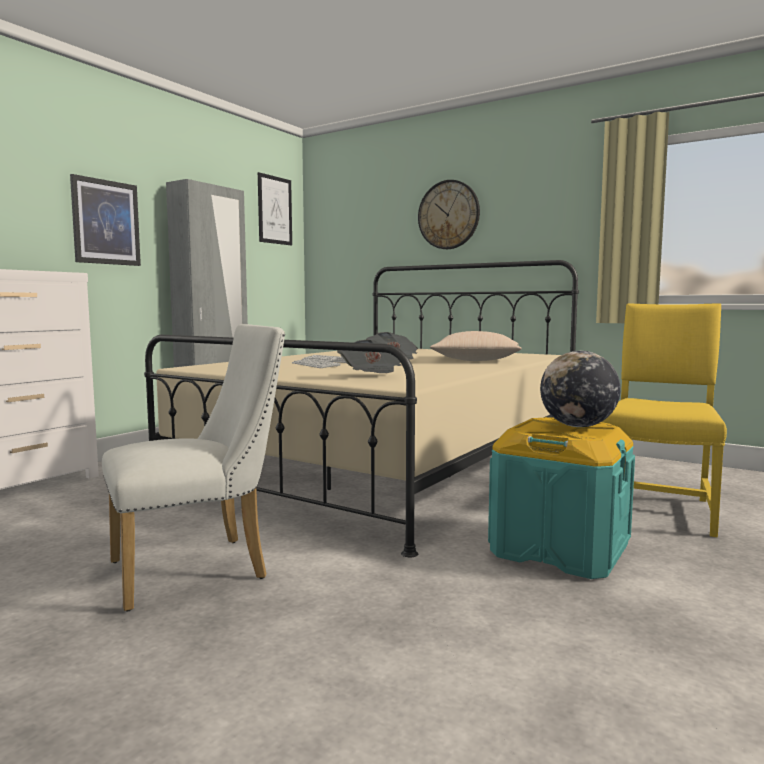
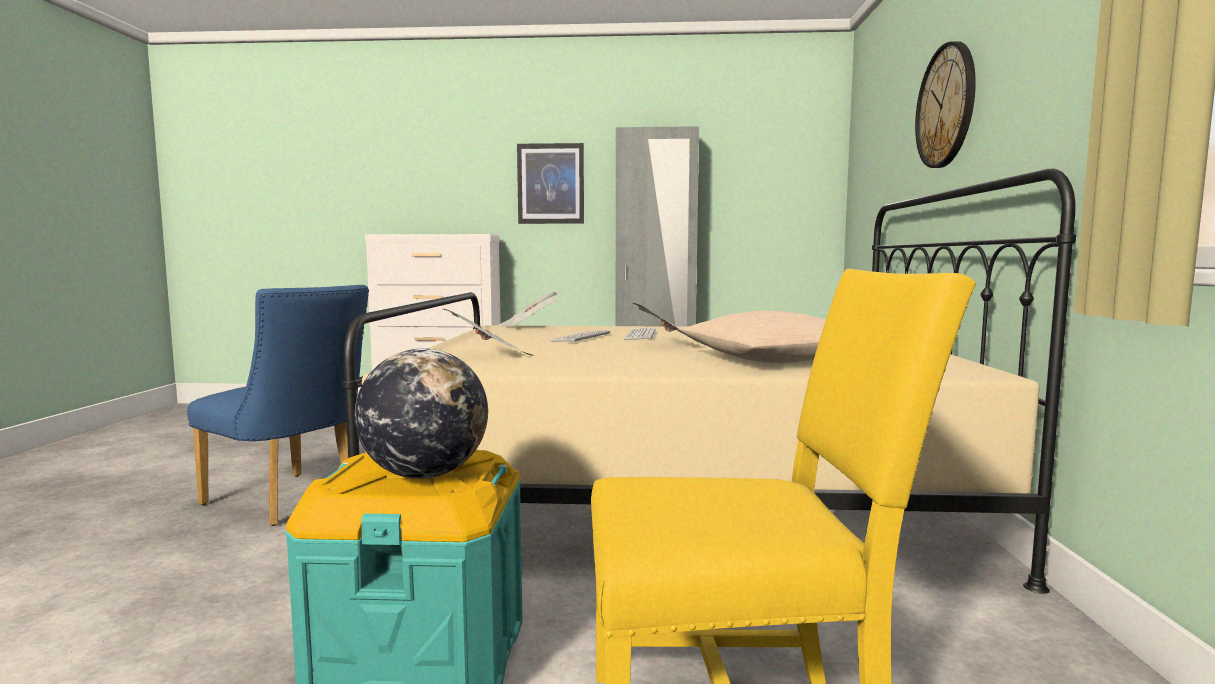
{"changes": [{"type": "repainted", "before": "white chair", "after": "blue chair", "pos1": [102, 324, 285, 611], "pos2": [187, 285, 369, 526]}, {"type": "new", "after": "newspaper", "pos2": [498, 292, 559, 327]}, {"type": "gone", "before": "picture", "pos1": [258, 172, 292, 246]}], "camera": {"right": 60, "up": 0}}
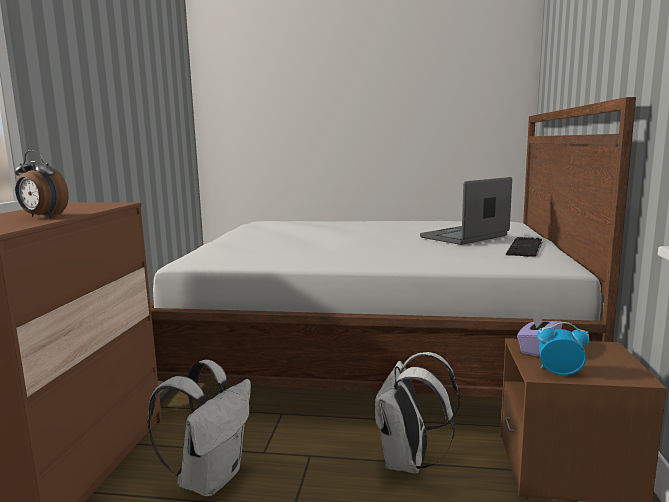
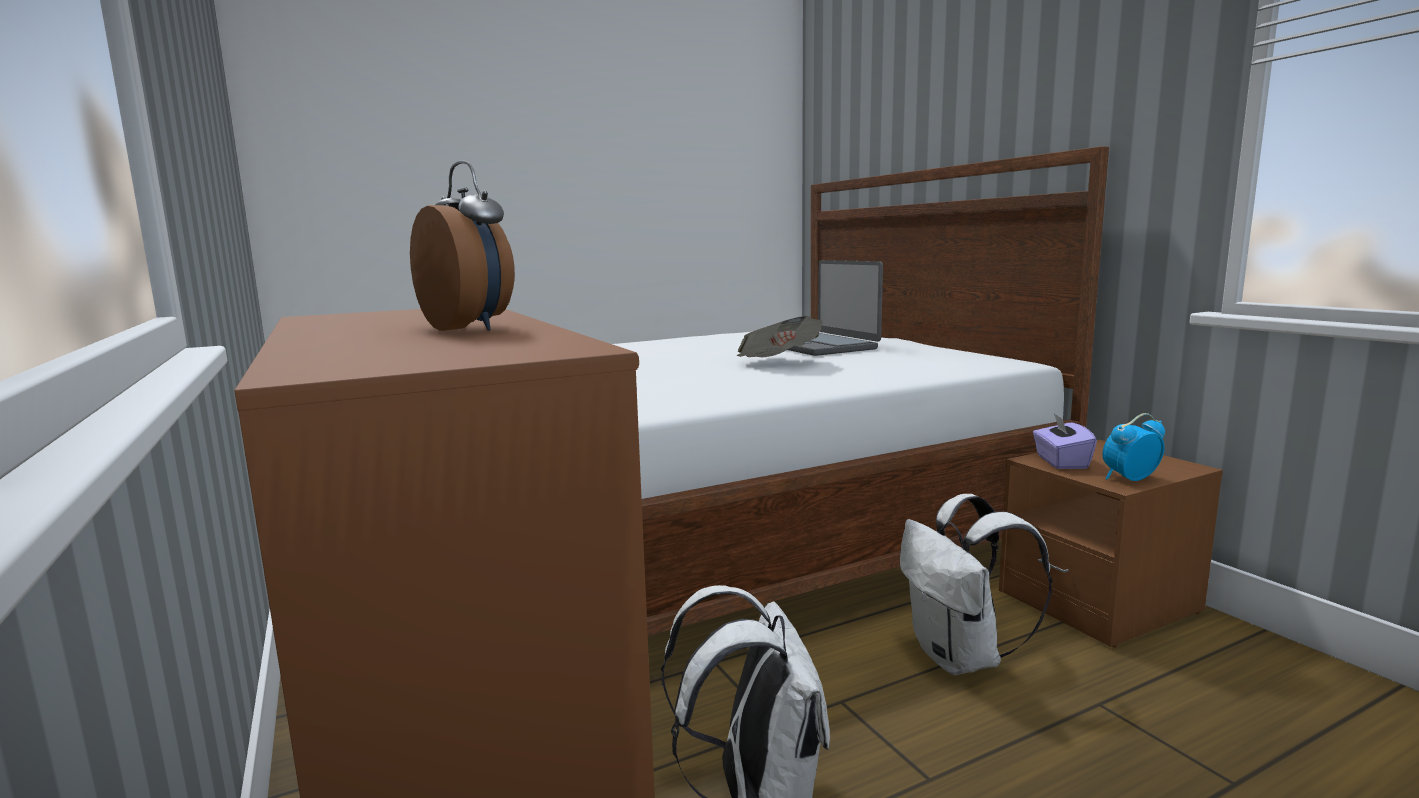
{"changes": [{"type": "rotated", "before": "alarm clock", "pos1": [15, 150, 69, 218], "pos2": [410, 161, 515, 331], "turn": -120}, {"type": "new", "after": "newspaper", "pos2": [737, 316, 823, 357]}, {"type": "rotated", "before": "laptop", "pos1": [420, 177, 512, 245], "pos2": [788, 260, 883, 356], "turn": -45}, {"type": "gone", "before": "keyboard", "pos1": [506, 237, 543, 257]}], "camera": {"right": -35, "up": 0}}
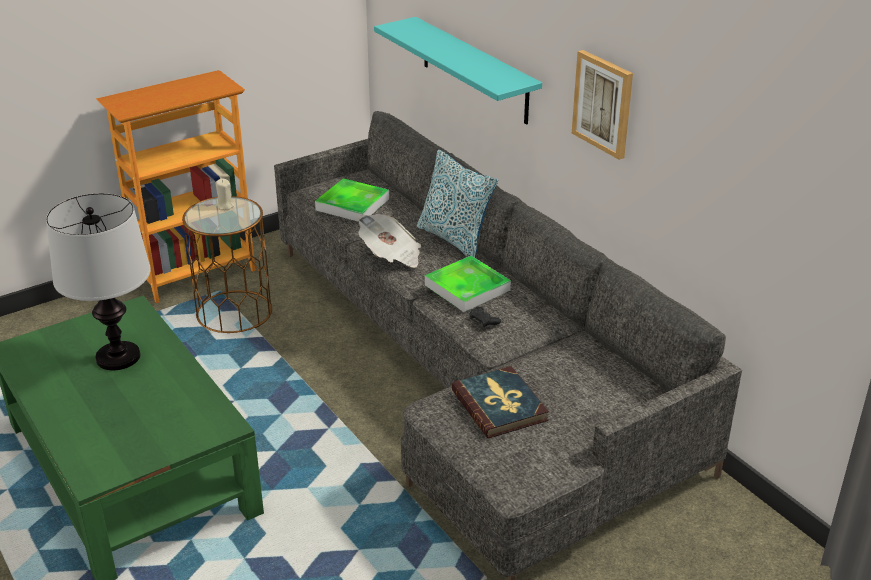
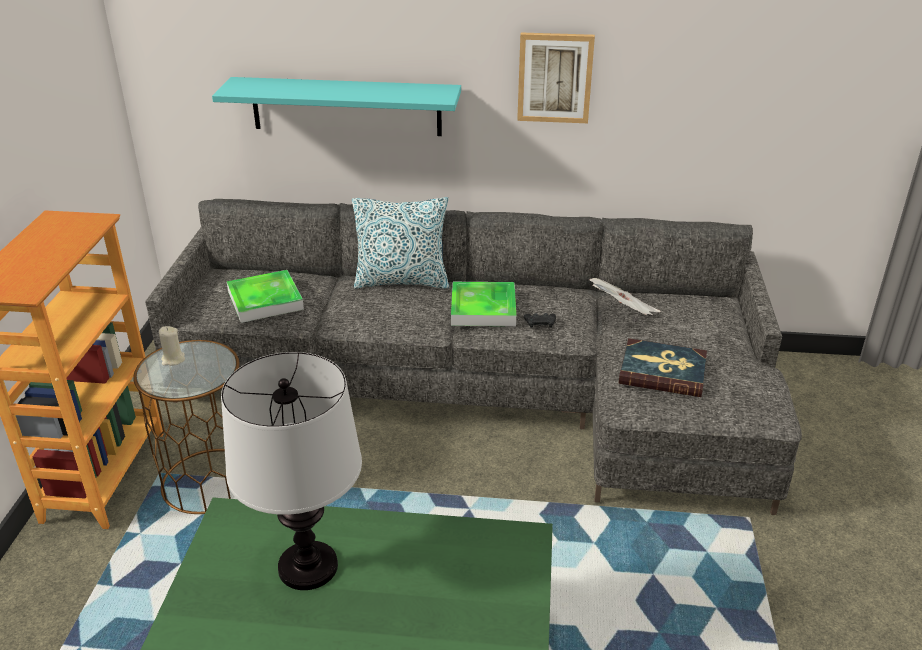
{"changes": [{"type": "shifted", "before": "newspaper", "pos1": [358, 214, 421, 268], "pos2": [590, 278, 661, 315]}], "camera": {"right": -50, "up": 0}}
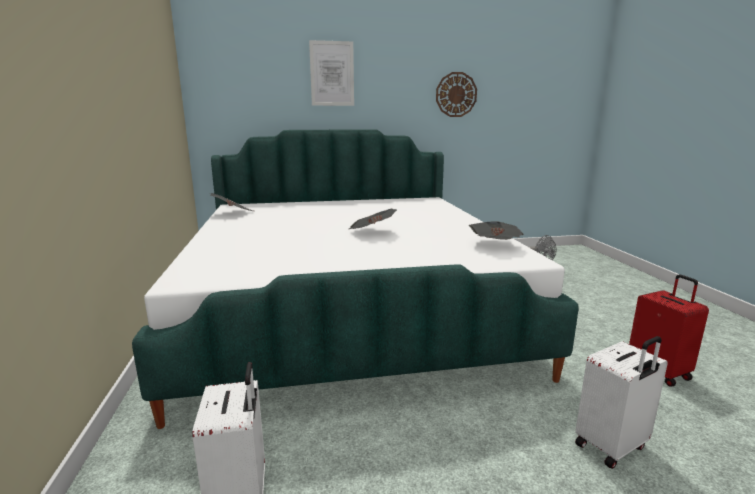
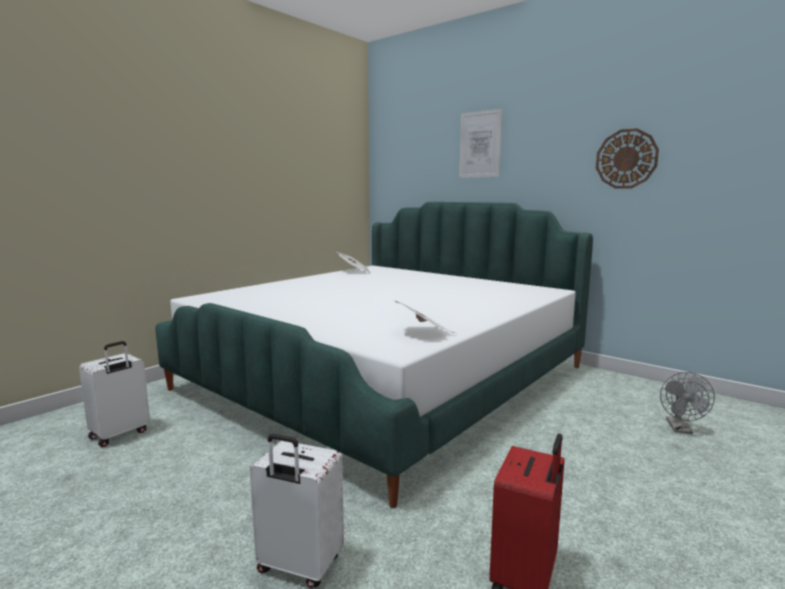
{"changes": [{"type": "gone", "before": "newspaper", "pos1": [349, 209, 397, 229]}], "camera": {"right": 50, "up": -5}}
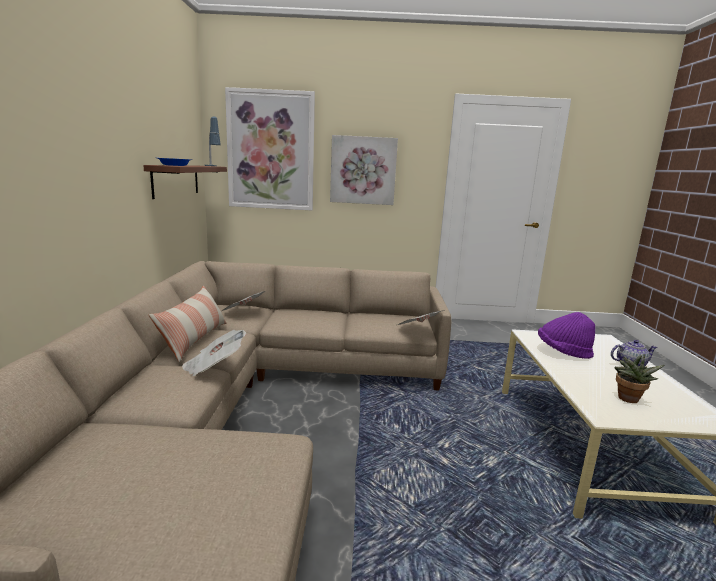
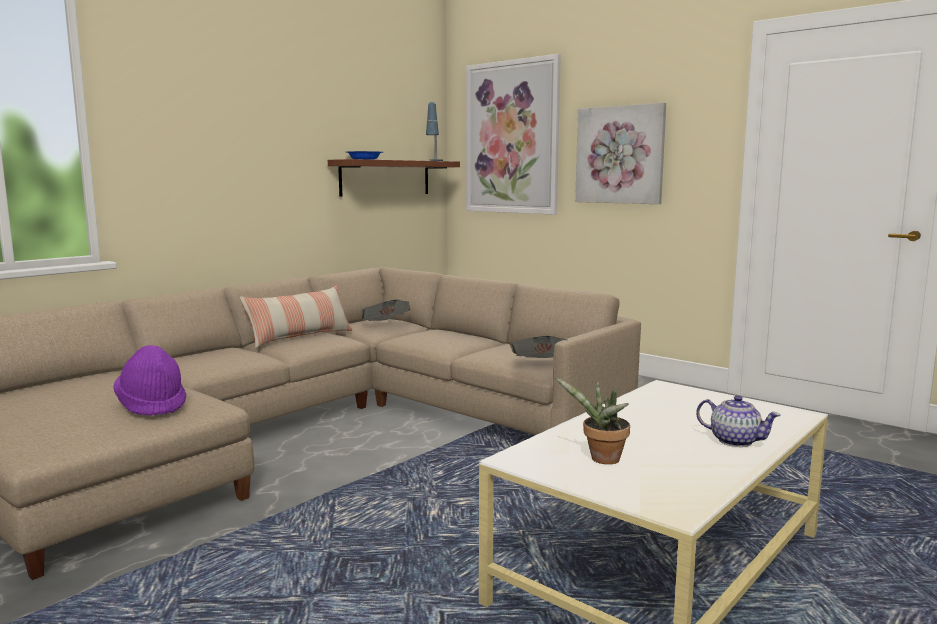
{"changes": [{"type": "shifted", "before": "purple hat", "pos1": [538, 312, 595, 359], "pos2": [113, 345, 186, 416]}, {"type": "gone", "before": "newspaper", "pos1": [182, 330, 246, 376]}], "camera": {"right": 40, "up": -5}}
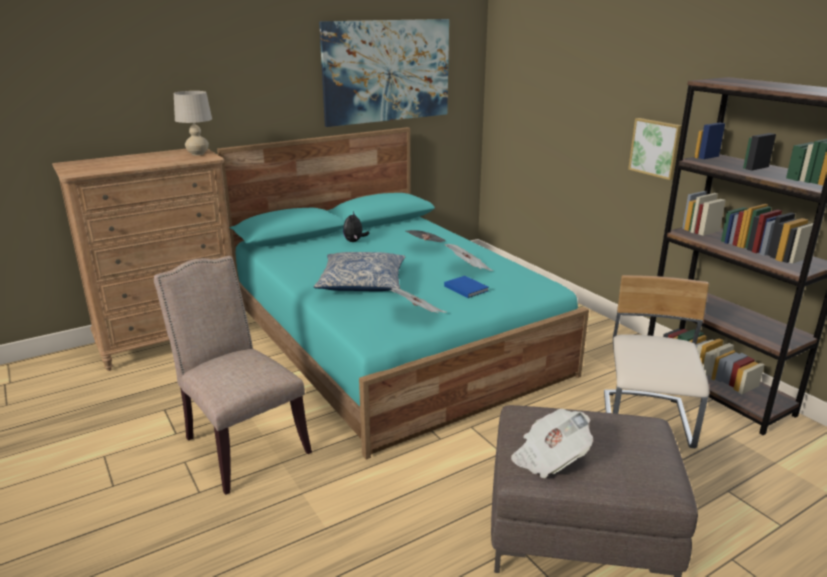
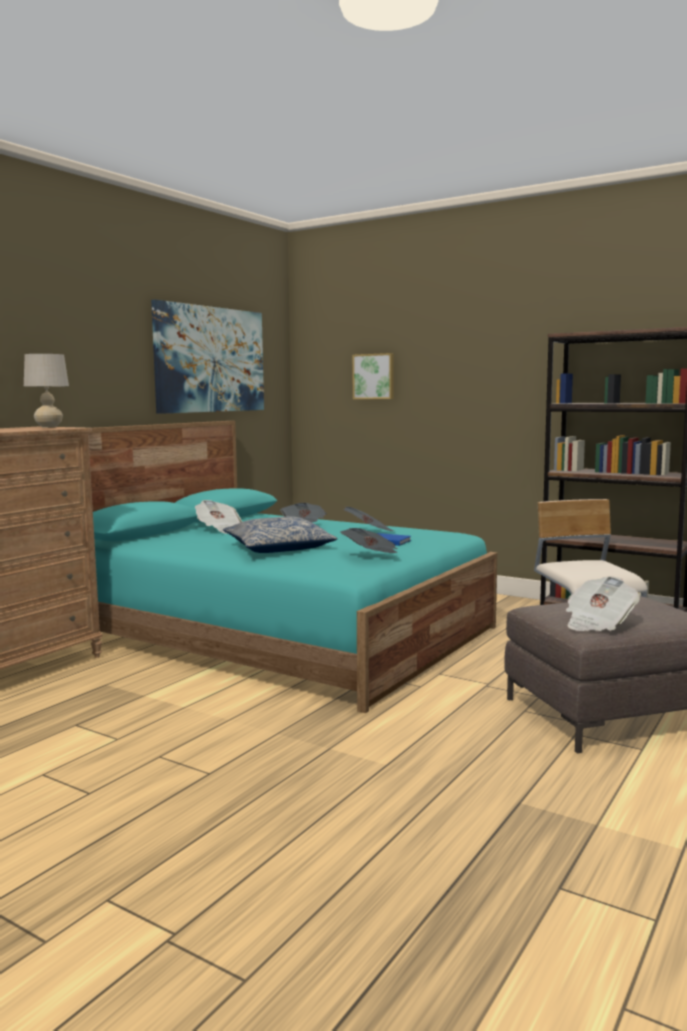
{"changes": [{"type": "swapped", "before": "plush toy", "after": "newspaper", "pos1": [343, 211, 370, 242], "pos2": [195, 500, 242, 534]}, {"type": "shifted", "before": "picture", "pos1": [628, 118, 682, 180], "pos2": [352, 353, 394, 399]}, {"type": "gone", "before": "beige chair", "pos1": [154, 256, 312, 495]}], "camera": {"right": -25, "up": -15}}
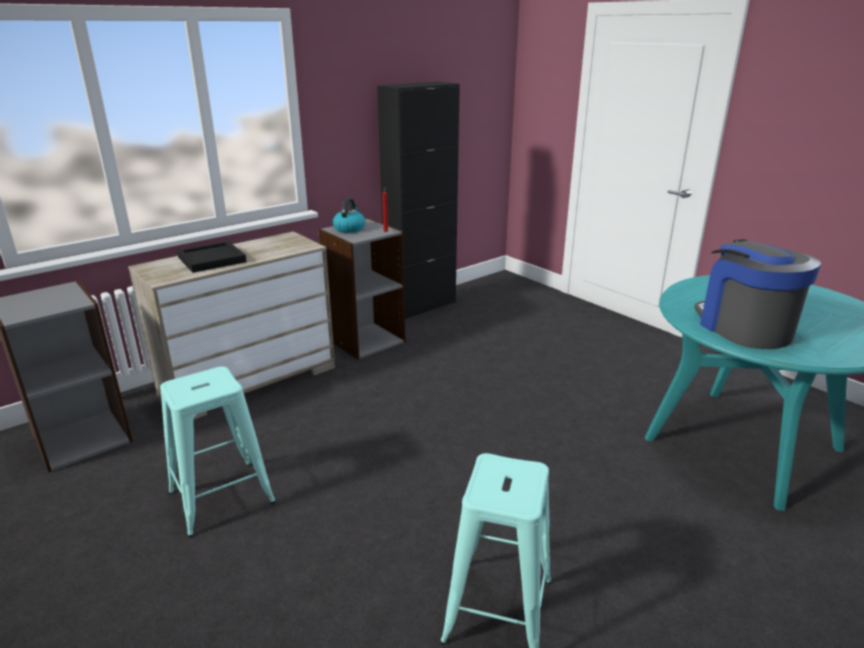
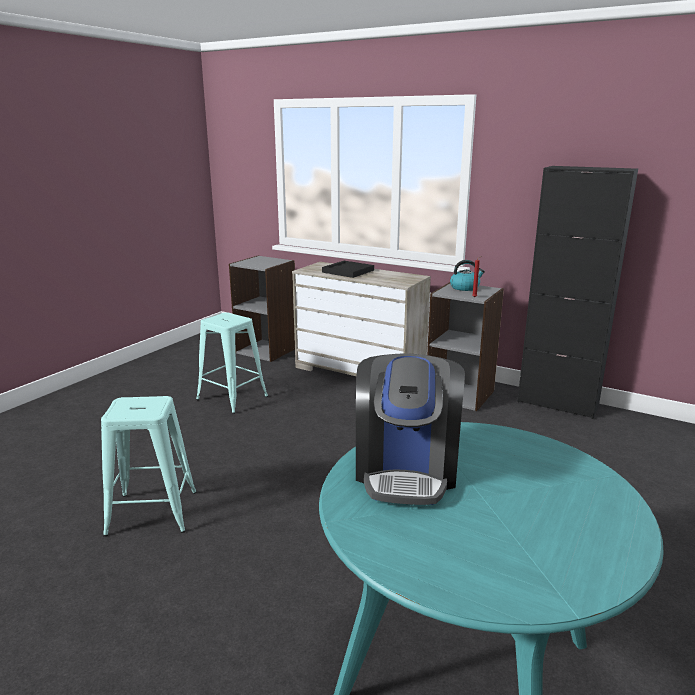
{"changes": [{"type": "rotated", "before": "coffee machine", "pos1": [694, 239, 821, 349], "pos2": [356, 354, 465, 505], "turn": 135}], "camera": {"right": 70, "up": -5}}
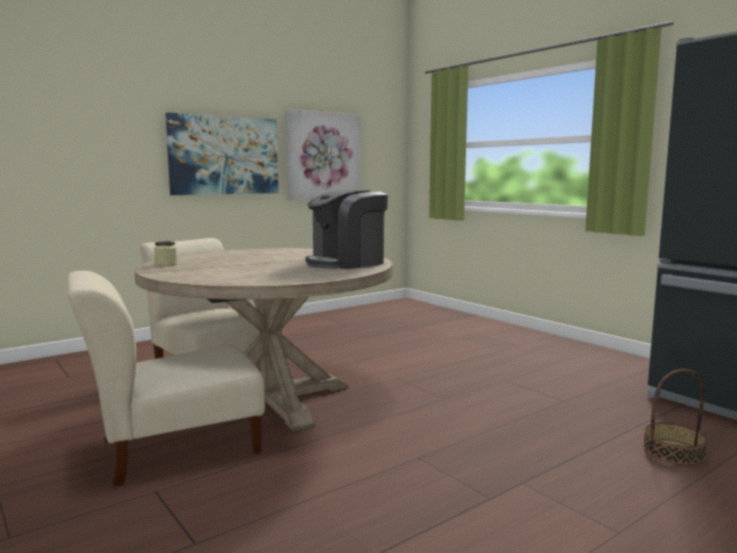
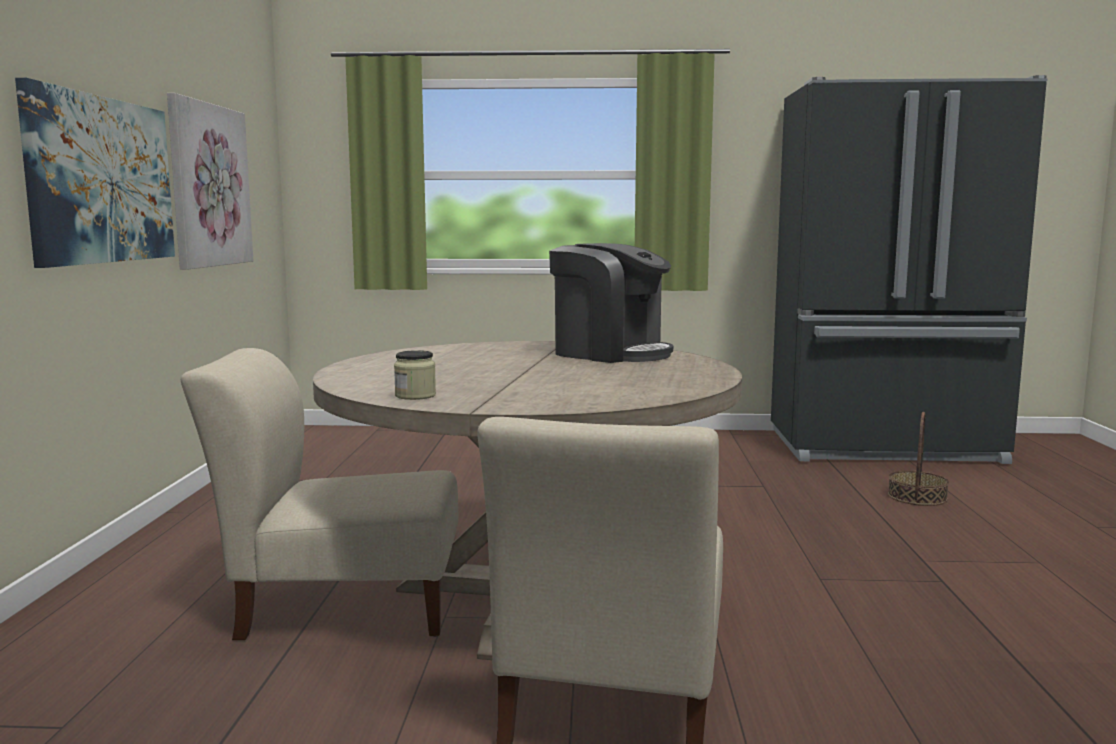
{"changes": [{"type": "rotated", "before": "coffee machine", "pos1": [305, 190, 388, 269], "pos2": [549, 243, 673, 363], "turn": -60}], "camera": {"right": -50, "up": 0}}
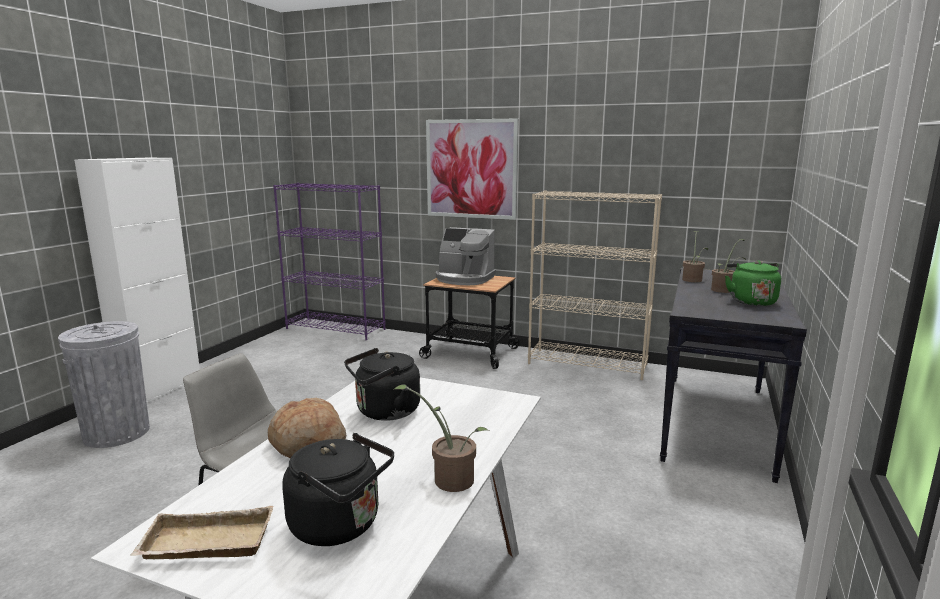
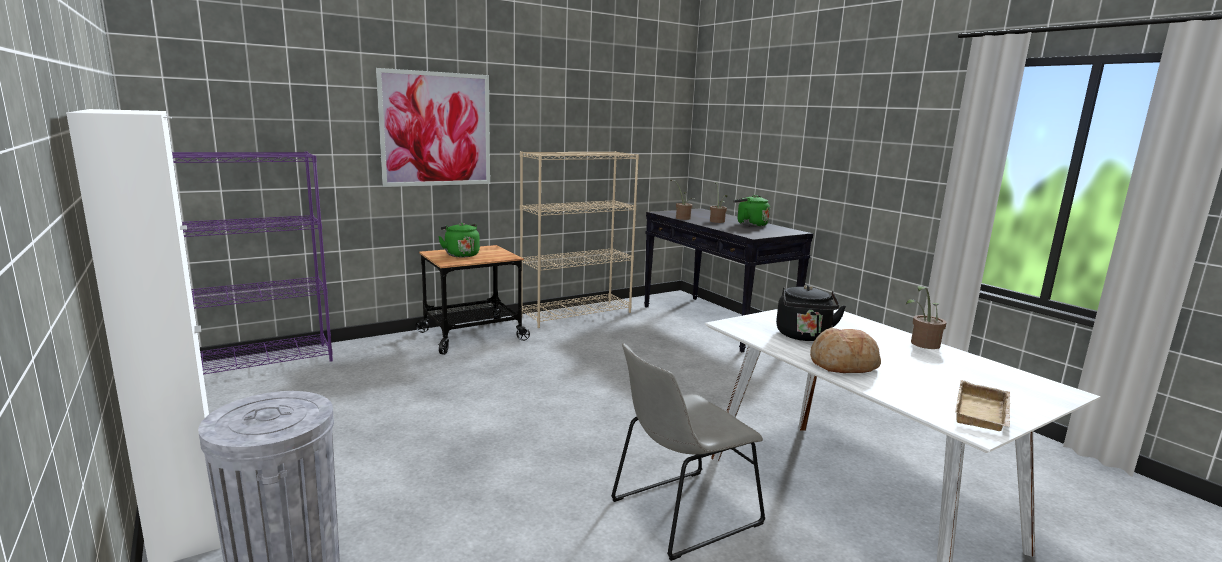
{"changes": [{"type": "swapped", "before": "coffee machine", "after": "green kettle", "pos1": [436, 227, 496, 285], "pos2": [438, 223, 480, 258]}, {"type": "gone", "before": "black kettle", "pos1": [282, 433, 394, 546]}], "camera": {"right": -55, "up": 0}}
